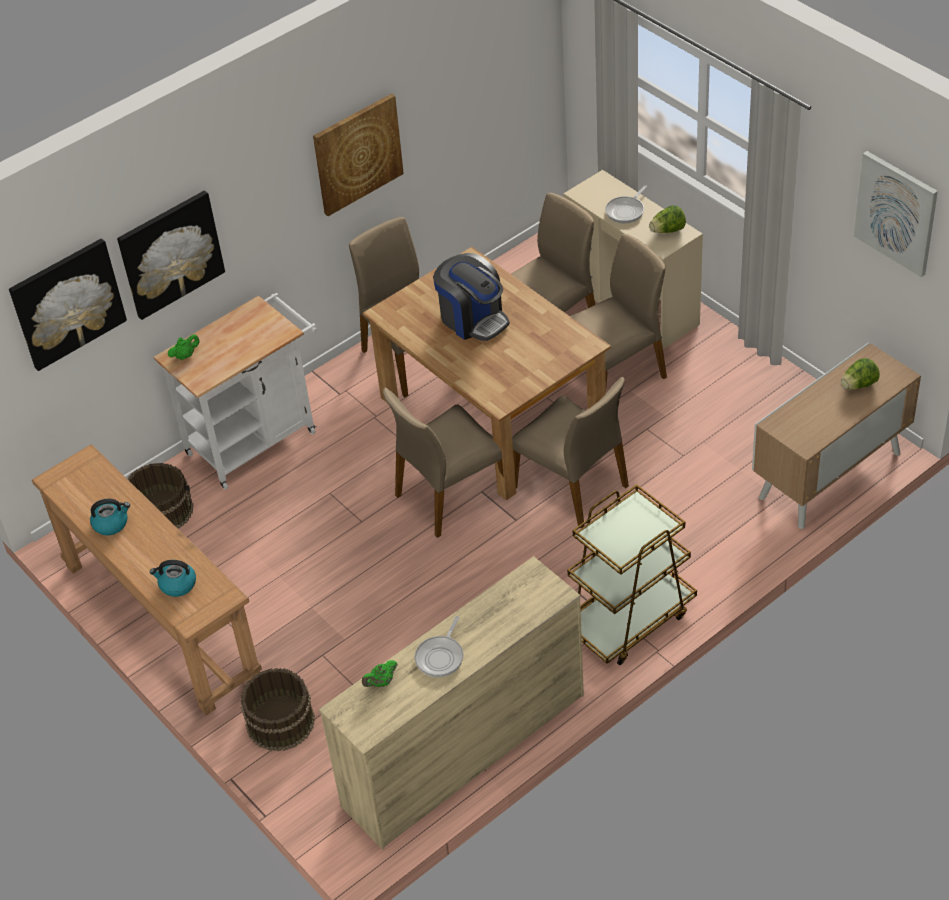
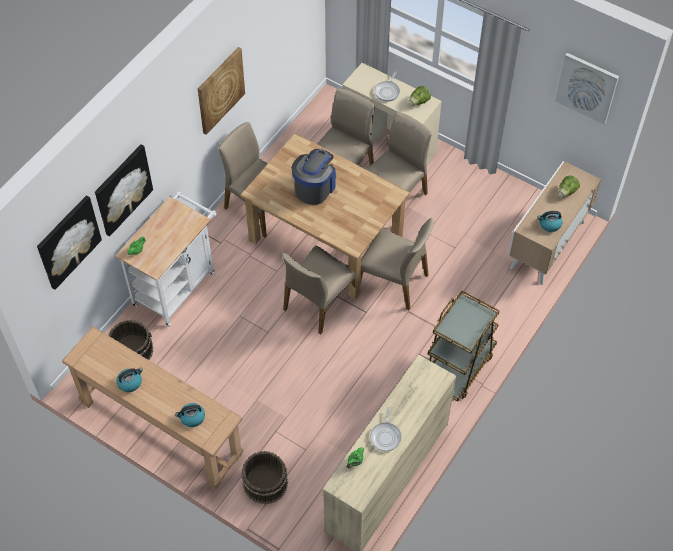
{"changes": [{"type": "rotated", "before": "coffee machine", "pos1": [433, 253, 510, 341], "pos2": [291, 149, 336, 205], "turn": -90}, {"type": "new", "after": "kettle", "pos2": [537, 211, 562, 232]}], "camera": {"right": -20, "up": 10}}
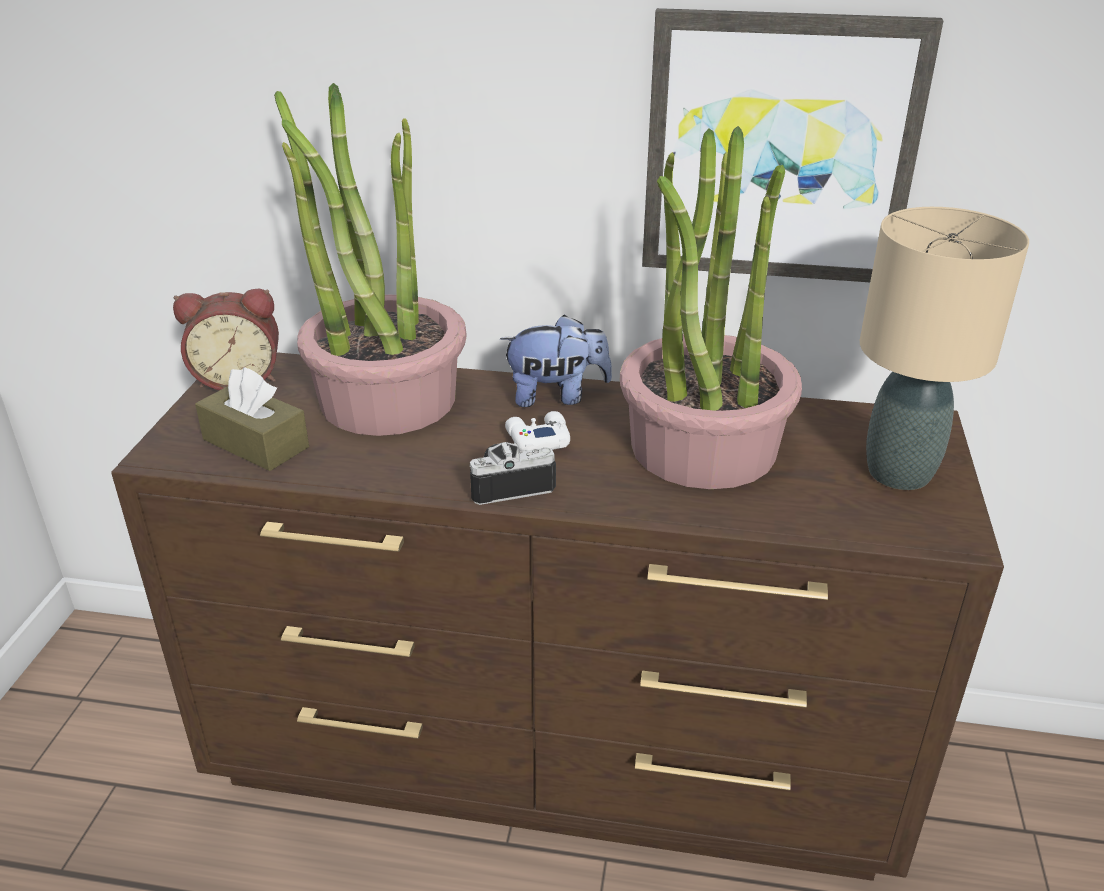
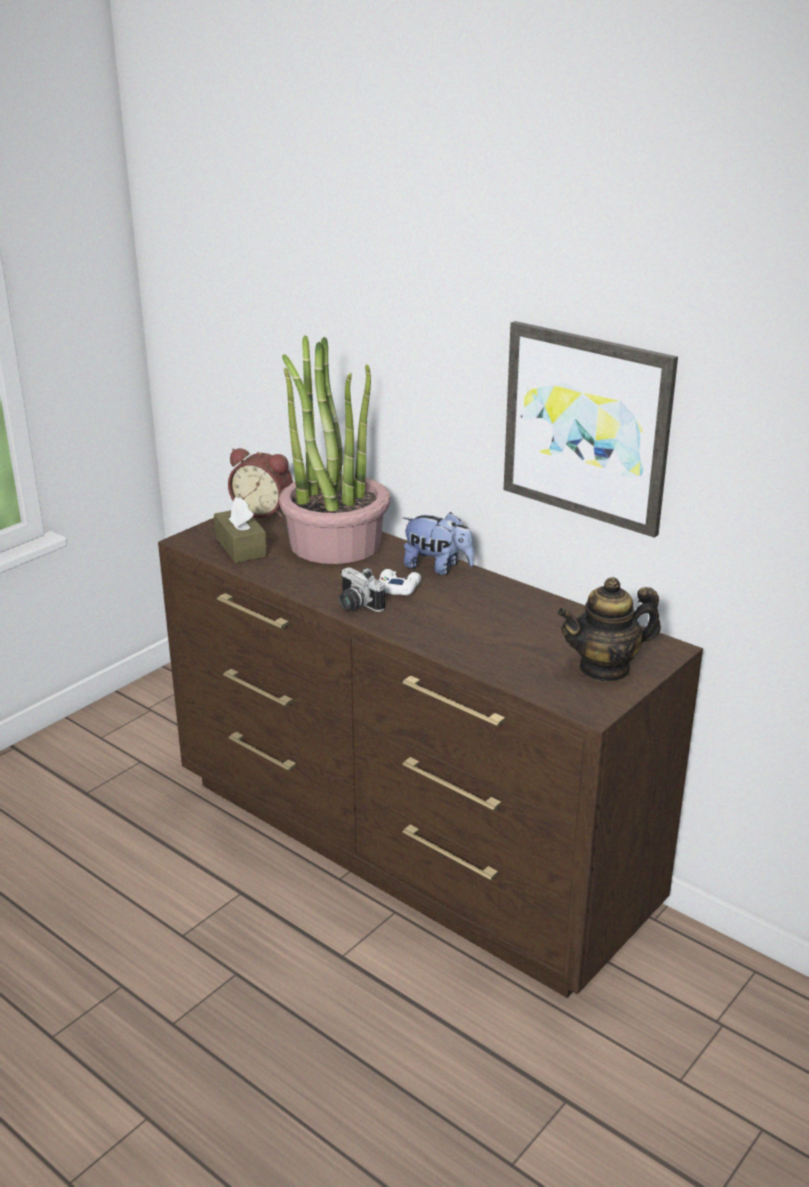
{"changes": [{"type": "rotated", "before": "photo camera", "pos1": [470, 442, 556, 505], "pos2": [339, 568, 385, 612], "turn": -150}, {"type": "swapped", "before": "beige table lamp", "after": "teapot", "pos1": [860, 207, 1029, 490], "pos2": [557, 577, 661, 682]}, {"type": "gone", "before": "potted plant", "pos1": [620, 126, 802, 489]}], "camera": {"right": 30, "up": -5}}
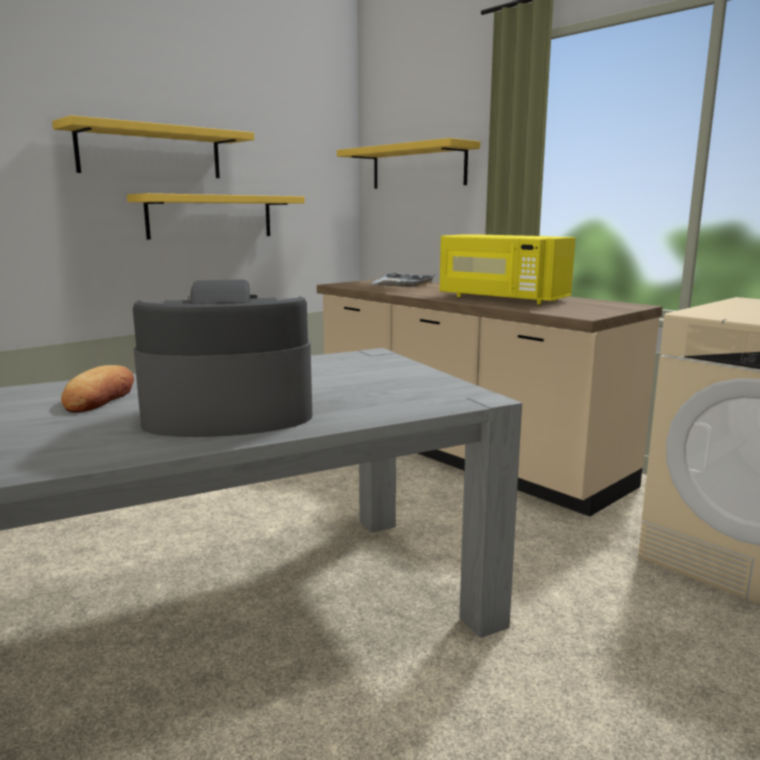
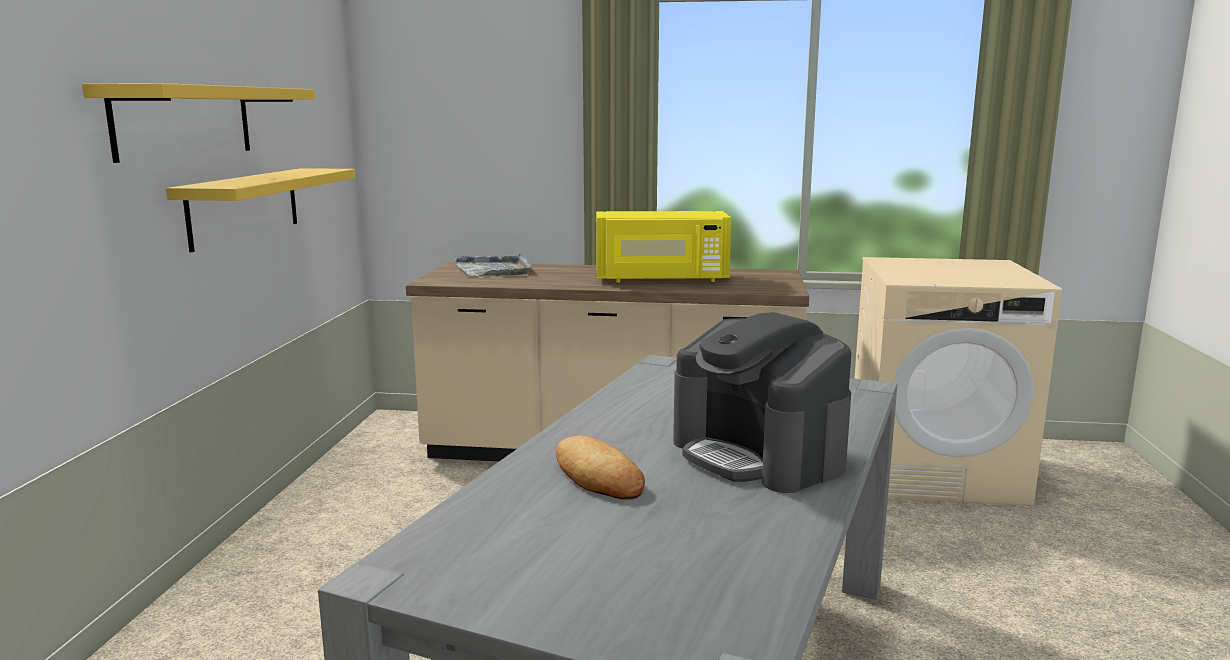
{"changes": [{"type": "rotated", "before": "coffee machine", "pos1": [133, 279, 312, 437], "pos2": [673, 312, 851, 493], "turn": -75}, {"type": "gone", "before": "yellow shelf", "pos1": [337, 138, 480, 189]}], "camera": {"right": -40, "up": 0}}
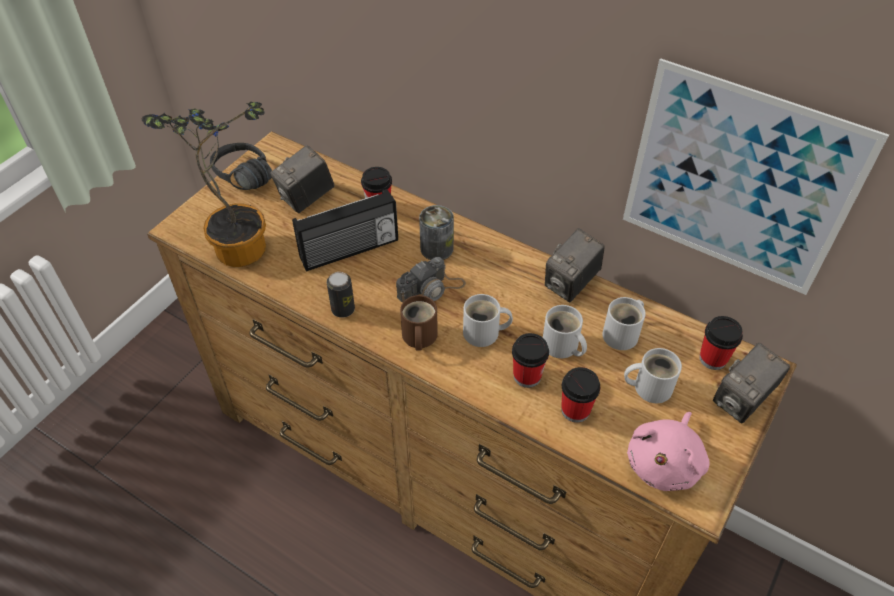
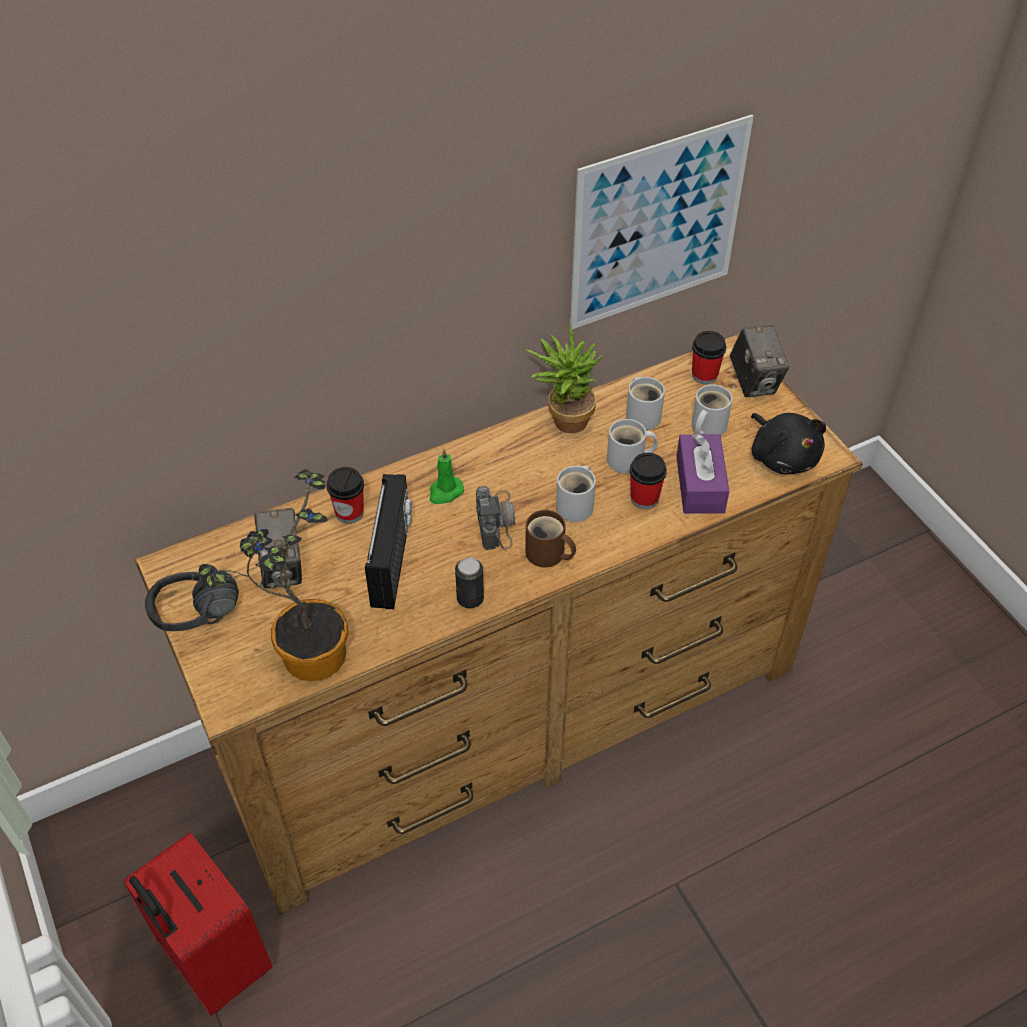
{"changes": [{"type": "new", "after": "red suitcase", "pos2": [123, 832, 272, 1016]}, {"type": "swapped", "before": "can", "after": "green candle", "pos1": [419, 205, 454, 260], "pos2": [430, 449, 464, 504]}, {"type": "swapped", "before": "photo camera", "after": "potted plant", "pos1": [545, 228, 605, 302], "pos2": [526, 324, 603, 433]}, {"type": "swapped", "before": "cup", "after": "purple tissue box", "pos1": [561, 367, 600, 423], "pos2": [676, 434, 729, 514]}, {"type": "repainted", "before": "pink plush toy", "after": "black plush toy", "pos1": [627, 412, 710, 491], "pos2": [751, 413, 826, 474]}], "camera": {"right": -60, "up": 0}}
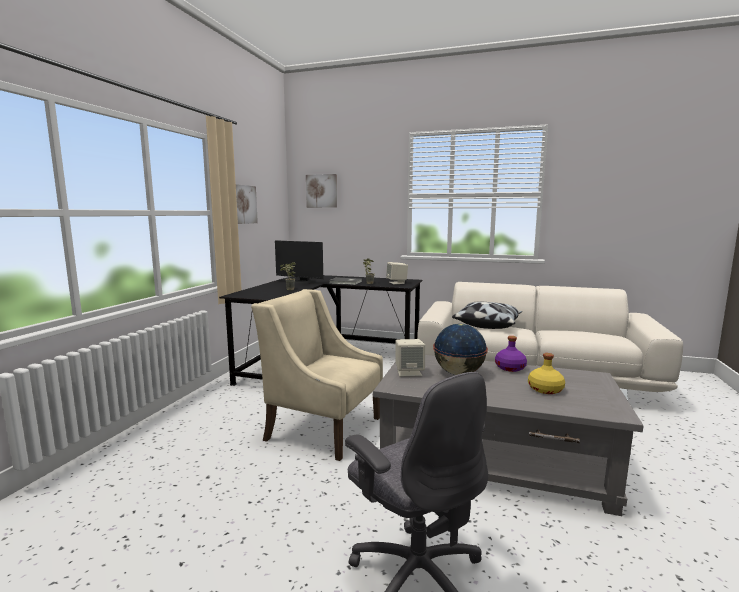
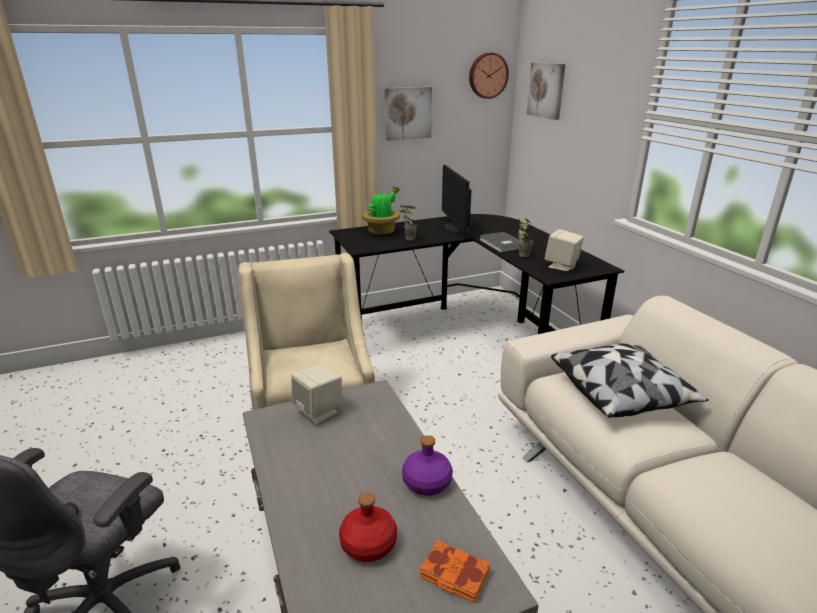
{"changes": [{"type": "repainted", "before": "yellow bottle", "after": "red bottle", "pos1": [528, 353, 565, 394], "pos2": [339, 493, 397, 562]}, {"type": "new", "after": "potted plant", "pos2": [363, 186, 400, 235]}, {"type": "new", "after": "orange book", "pos2": [420, 539, 490, 603]}, {"type": "new", "after": "wall clock", "pos2": [469, 53, 509, 99]}, {"type": "gone", "before": "globe", "pos1": [433, 324, 488, 375]}], "camera": {"right": 50, "up": 15}}
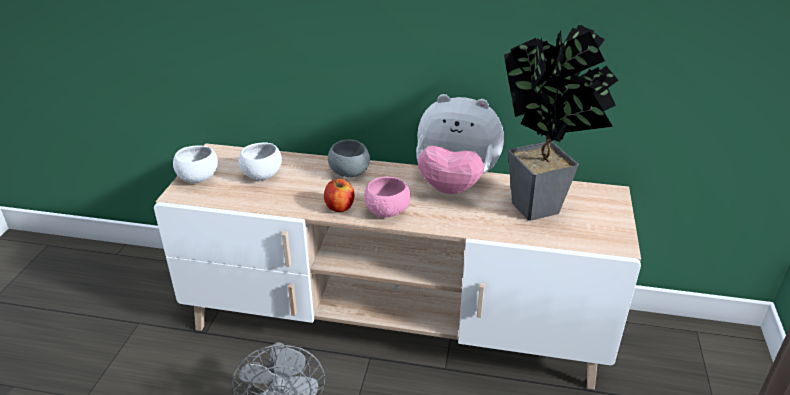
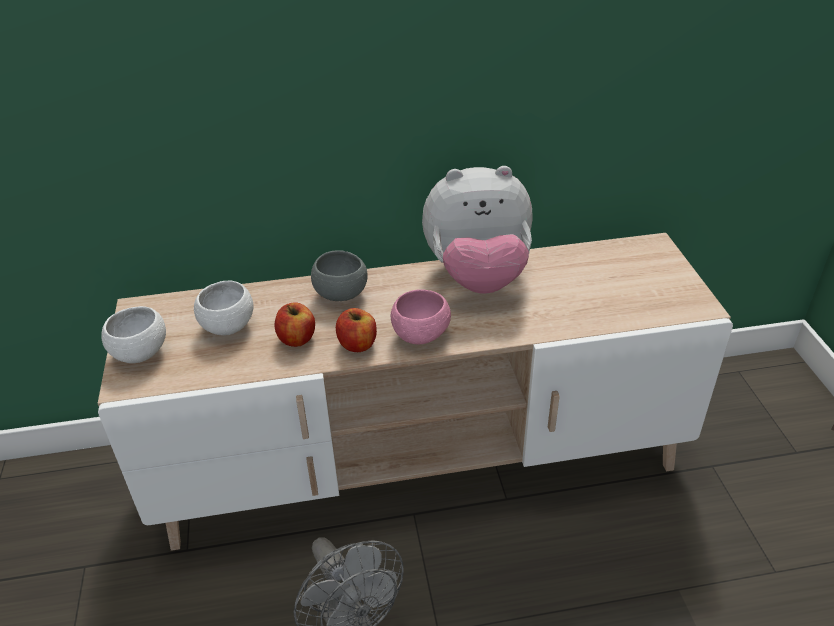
{"changes": [{"type": "new", "after": "apple", "pos2": [274, 302, 315, 347]}, {"type": "gone", "before": "potted plant", "pos1": [504, 25, 618, 221]}], "camera": {"right": -20, "up": 5}}
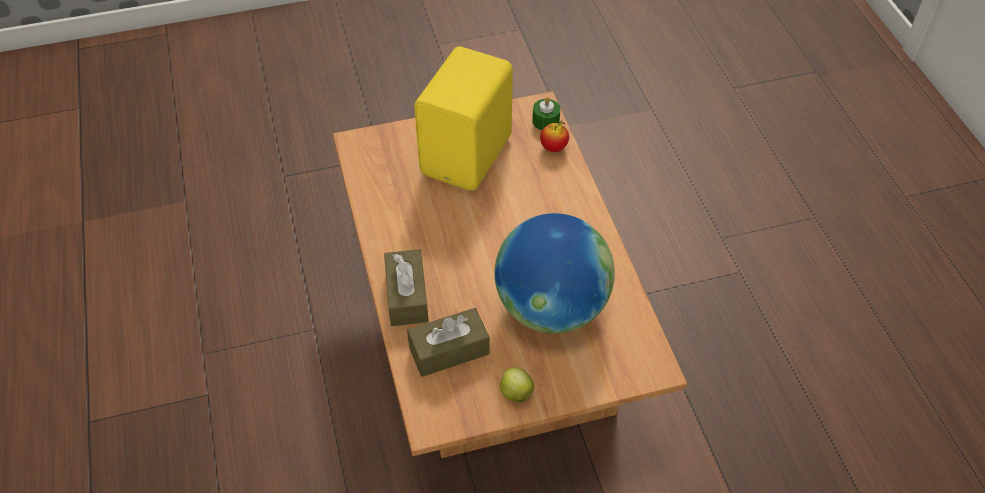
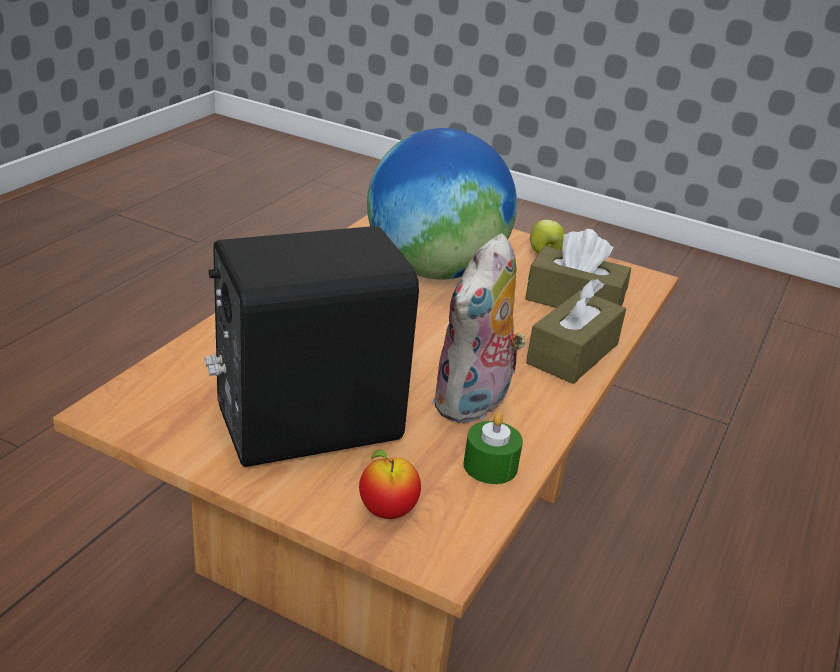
{"changes": [{"type": "repainted", "before": "yellow speaker", "after": "black speaker", "pos1": [414, 46, 513, 191], "pos2": [205, 226, 419, 467]}, {"type": "shifted", "before": "apple", "pos1": [540, 121, 569, 152], "pos2": [359, 450, 421, 519]}, {"type": "new", "after": "plush toy", "pos2": [431, 233, 525, 424]}, {"type": "shifted", "before": "green candle", "pos1": [532, 97, 560, 130], "pos2": [463, 413, 523, 484]}], "camera": {"right": -140, "up": -20}}
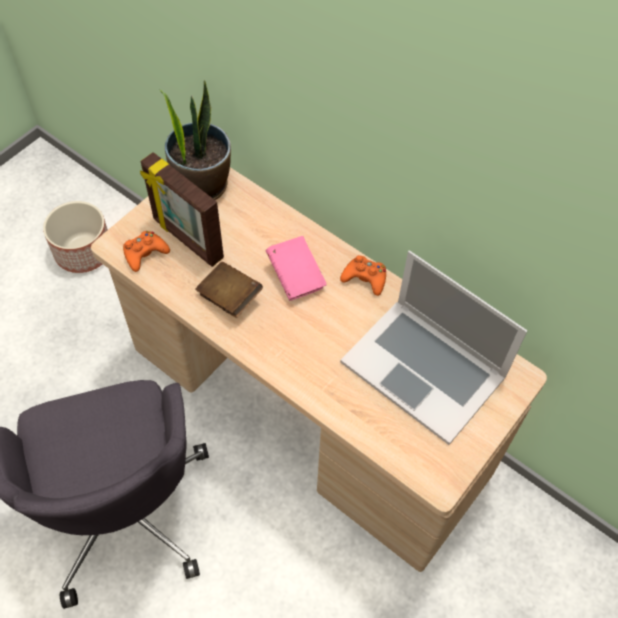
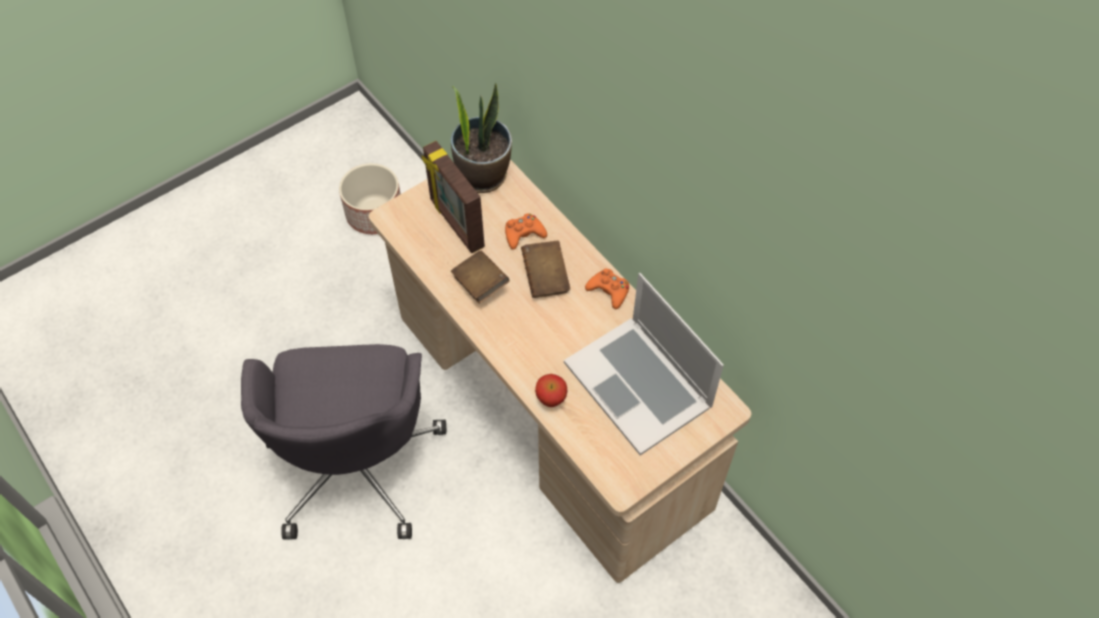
{"changes": [{"type": "shifted", "before": "orange game controller", "pos1": [123, 231, 170, 272], "pos2": [505, 213, 547, 250]}, {"type": "repainted", "before": "pink book", "after": "brown book", "pos1": [266, 236, 327, 301], "pos2": [521, 241, 570, 298]}, {"type": "new", "after": "apple", "pos2": [535, 374, 567, 407]}], "camera": {"right": 15, "up": 0}}
